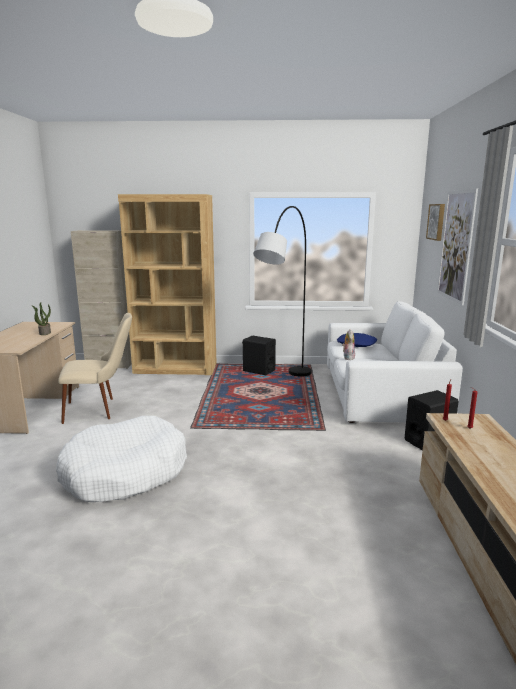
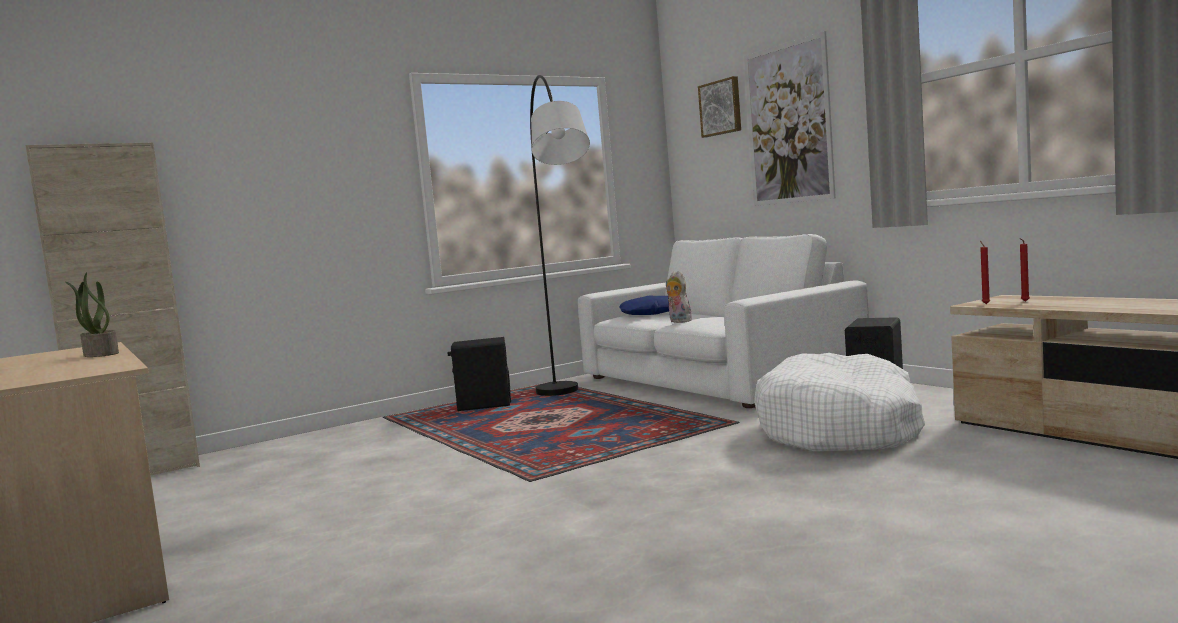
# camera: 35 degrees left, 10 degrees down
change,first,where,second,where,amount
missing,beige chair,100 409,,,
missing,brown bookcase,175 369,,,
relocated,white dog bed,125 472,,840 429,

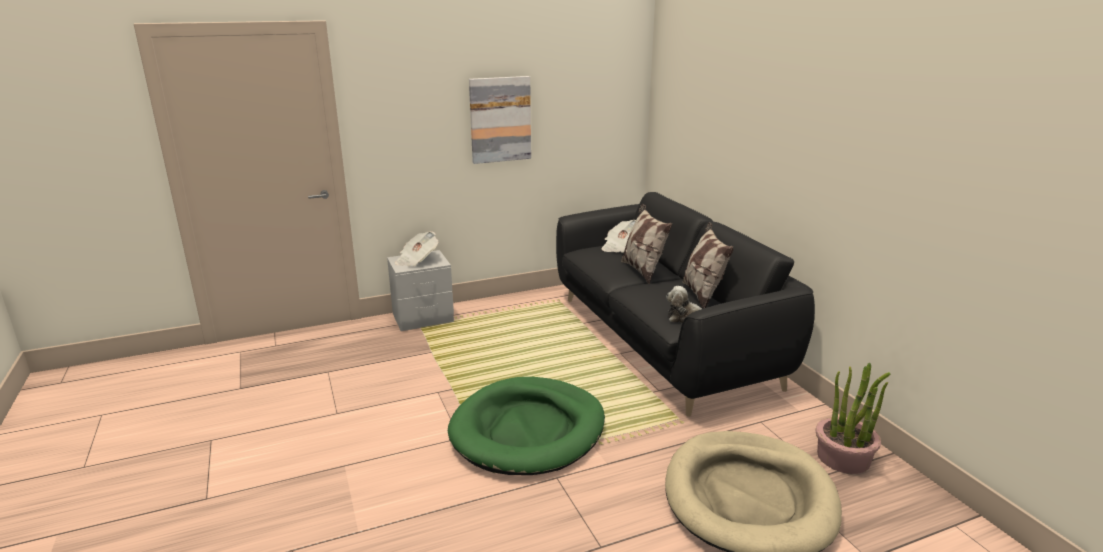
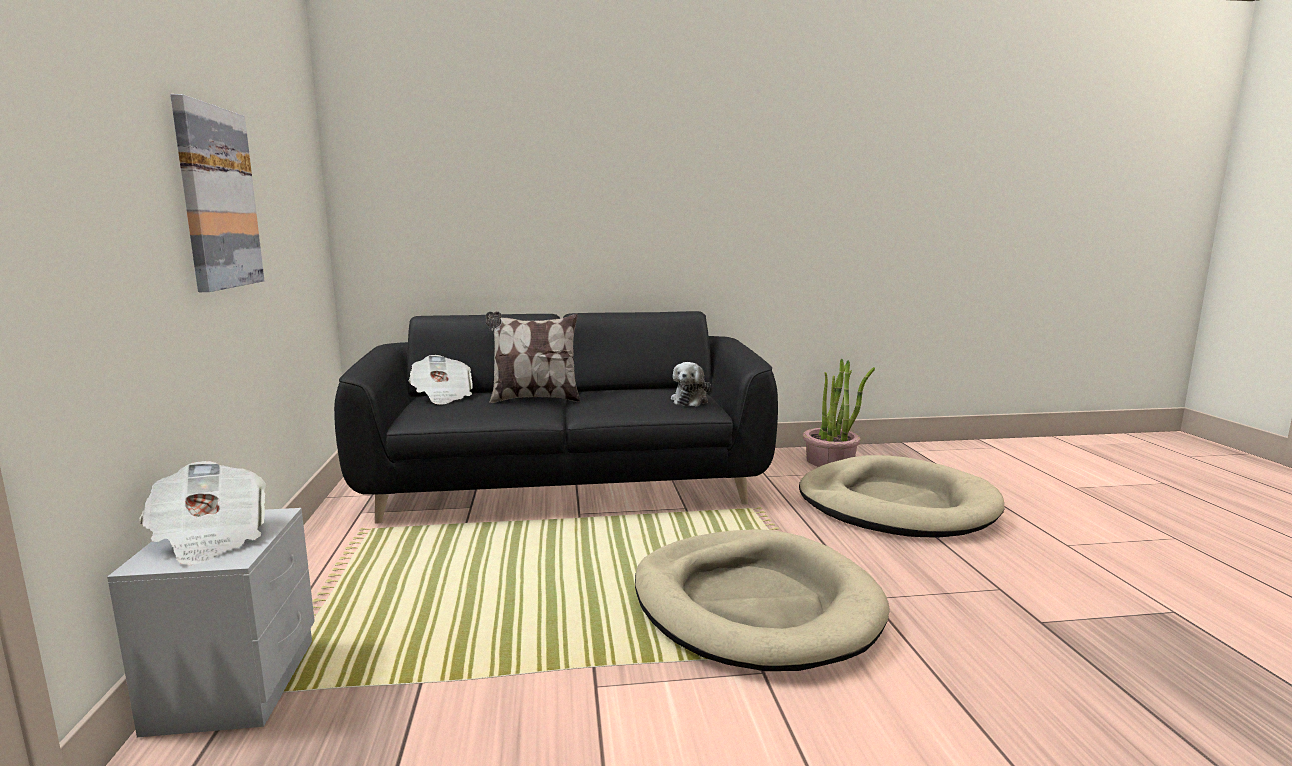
# camera: 75 degrees left, 10 degrees down
change,first,where,second,where,amount
missing,pillow,702 295,,,
colour,green dog bed,528 430,beige dog bed,754 605,

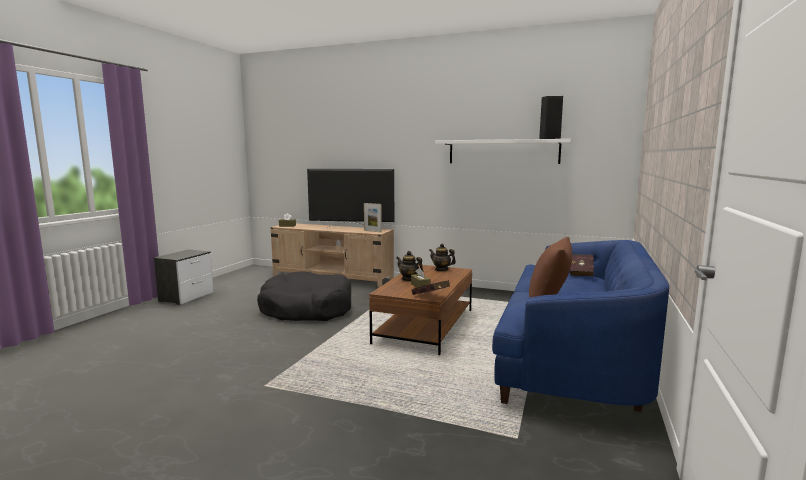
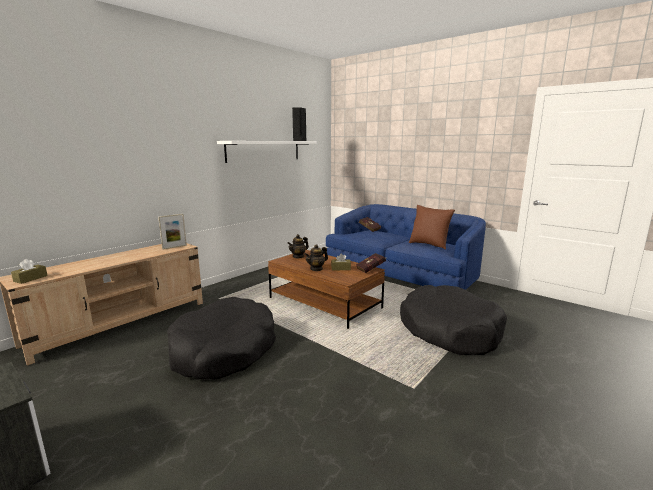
# camera: 70 degrees left, 5 degrees up
change,first,where,second,where,amount
missing,television,351 228,,,
appeared,,,black dog bed,449 330,

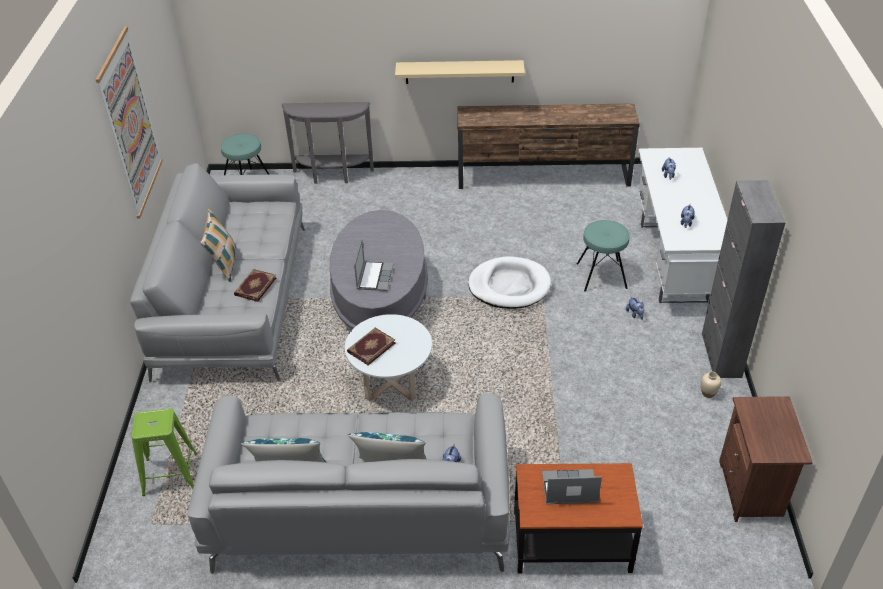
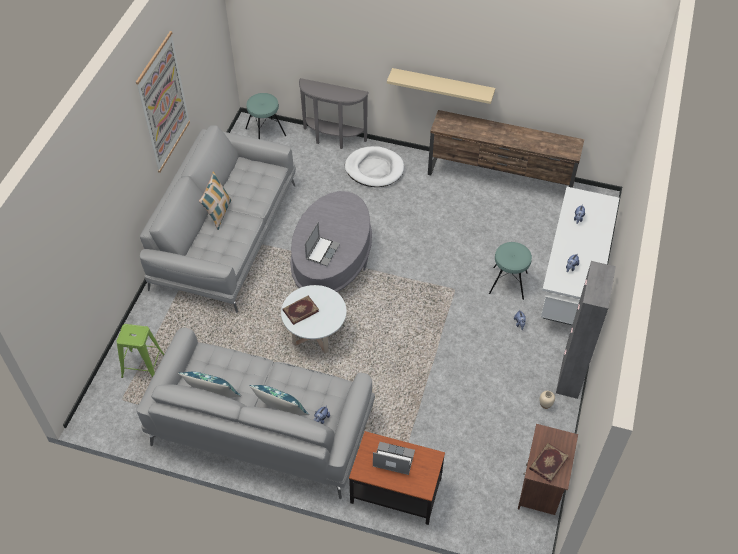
# camera: 15 degrees right, 10 degrees up
change,first,where,second,where,amount
relocated,book,255 286,,548 463,
relocated,white dog bed,509 286,,374 169,

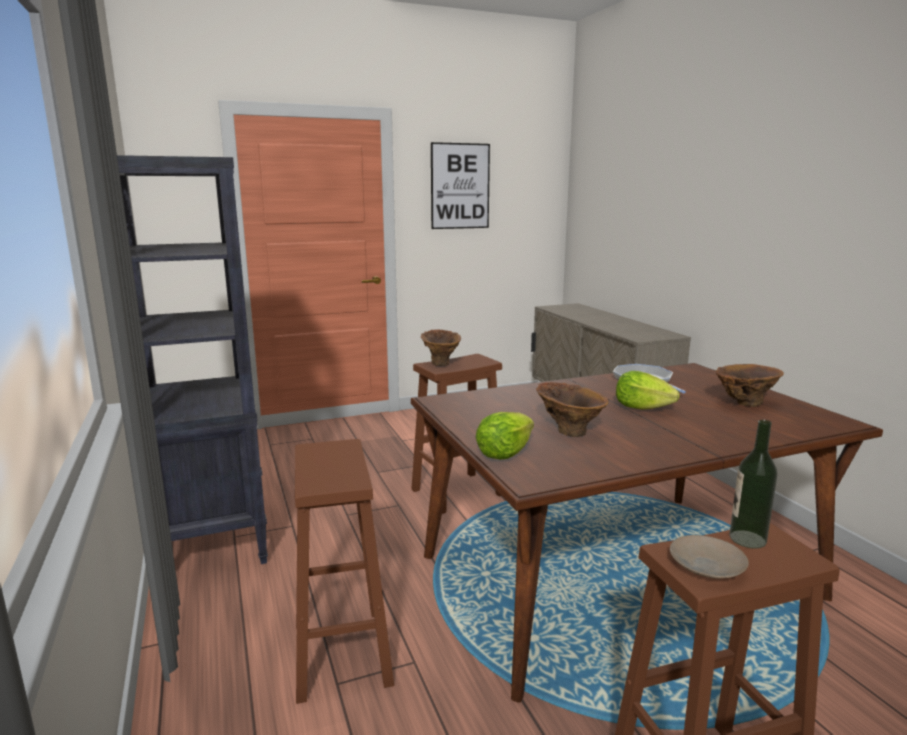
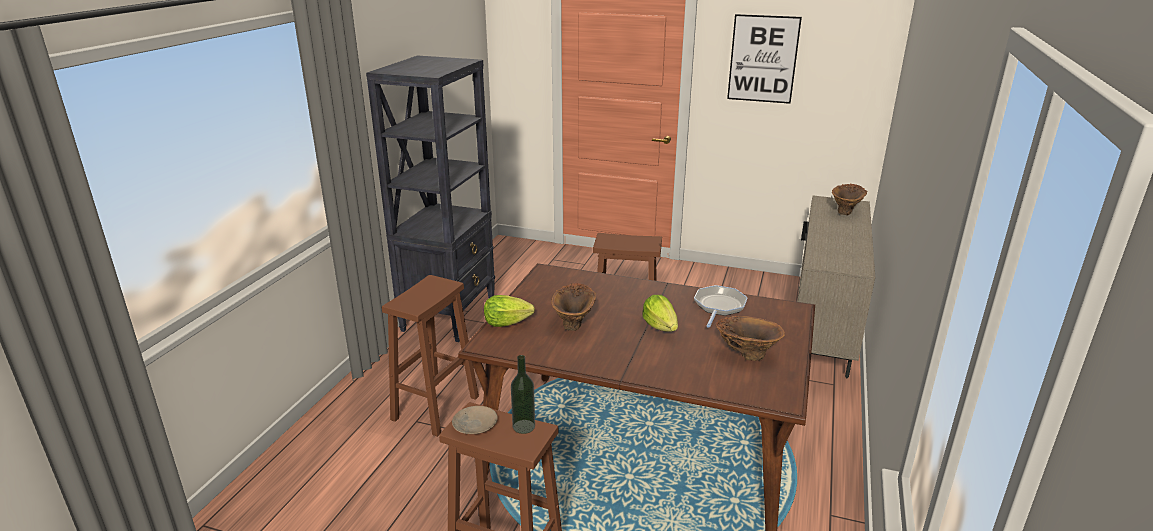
# camera: 40 degrees right, 10 degrees up
change,first,where,second,where,amount
relocated,brown vase,441 362,,846 211,

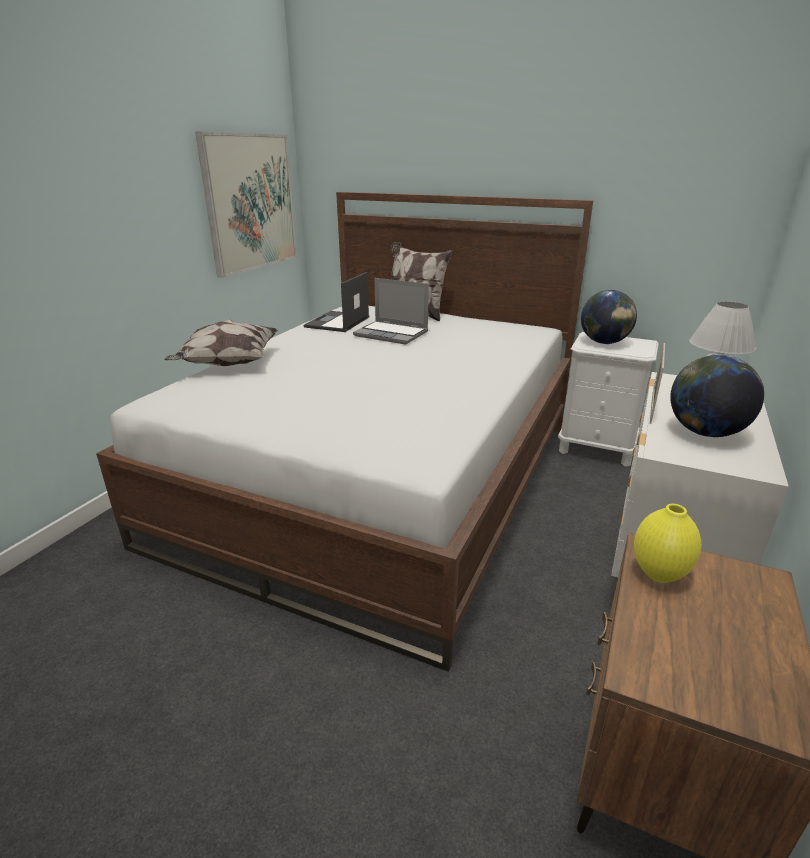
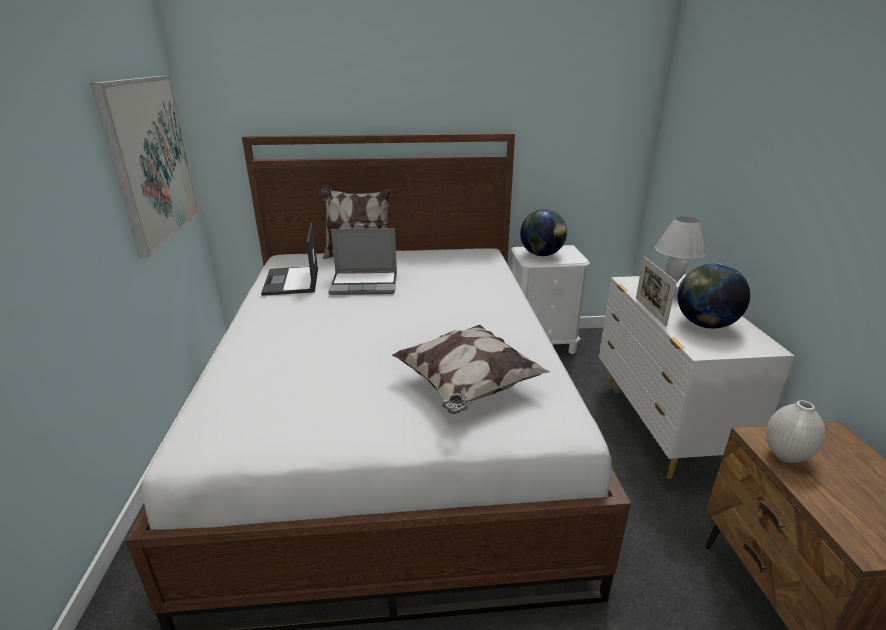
# camera: 30 degrees left, 0 degrees up
change,first,where,second,where,amount
relocated,pillow,228 364,,467 387,
colour,yellow vase,659 575,white vase,786 456,

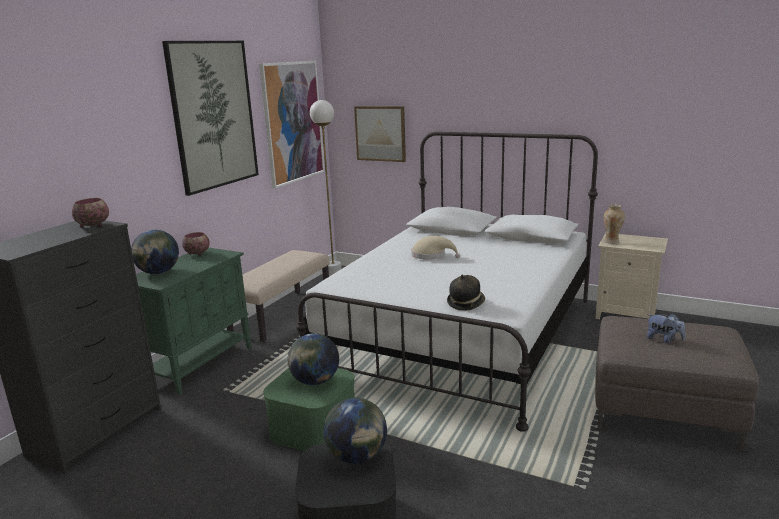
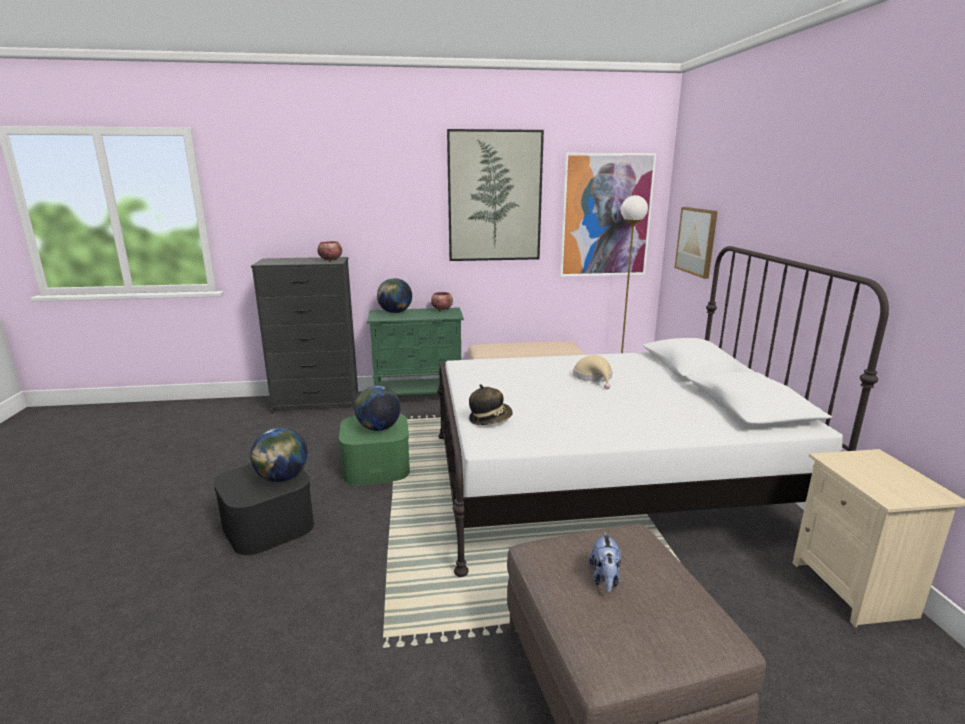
# camera: 55 degrees right, 0 degrees up
change,first,where,second,where,amount
missing,vase,612 242,,,

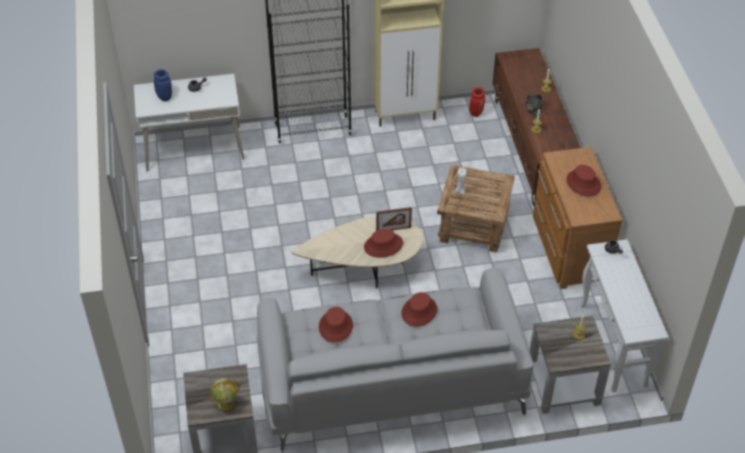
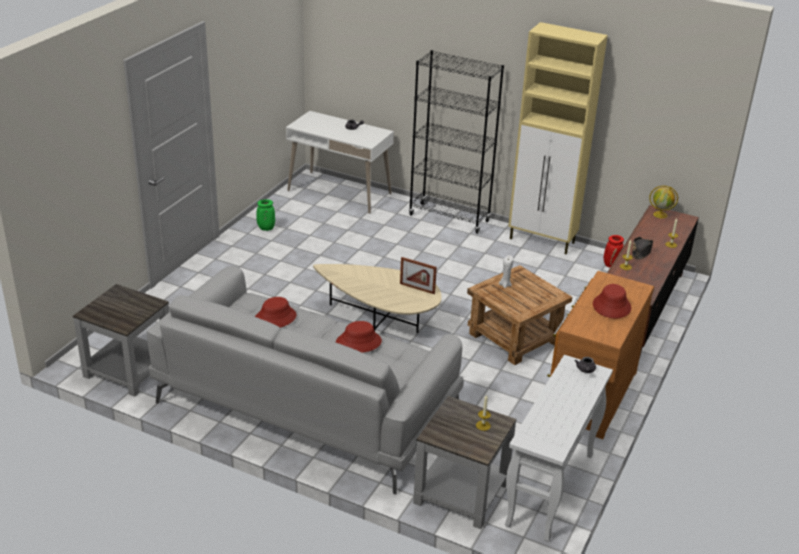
# camera: 35 degrees right, 15 degrees down
change,first,where,second,where,amount
missing,blue vase,164 97,,,
missing,red hat,383 245,,,
appeared,,,green vase,265 228,
relocated,globe,226 403,,660 215,

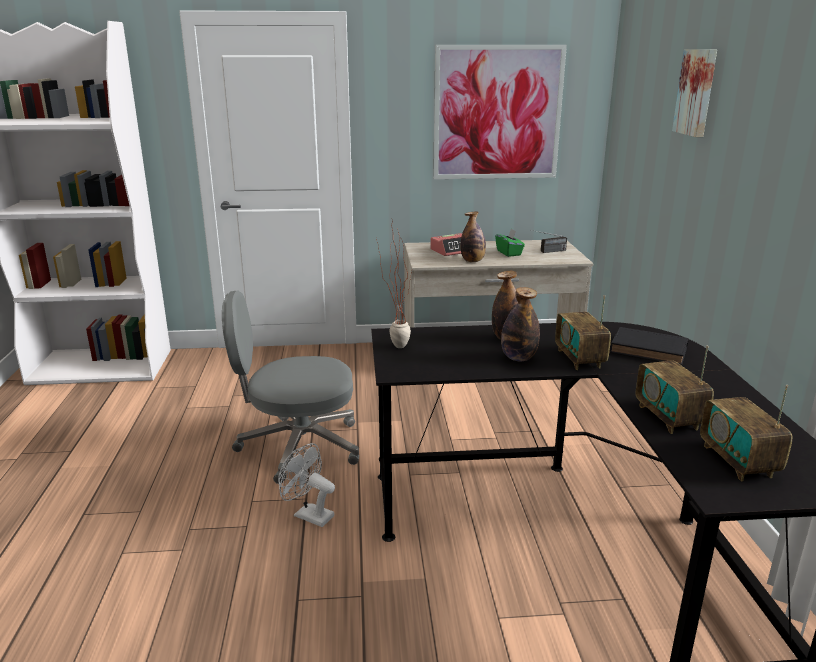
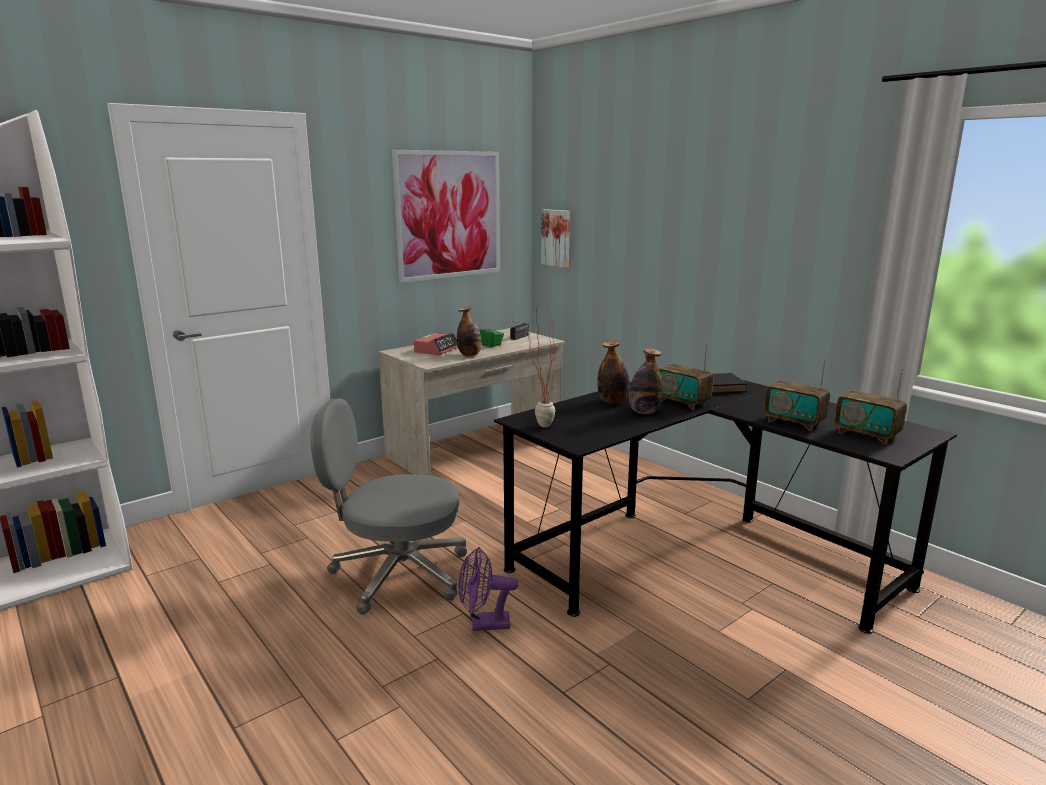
# camera: 35 degrees left, 5 degrees down
change,first,where,second,where,amount
relocated,picture,697 92,,556 238,
colour,white fan,308 515,purple fan,484 624,
spun,grey office chair,298 446,,397 574,45 degrees clockwise

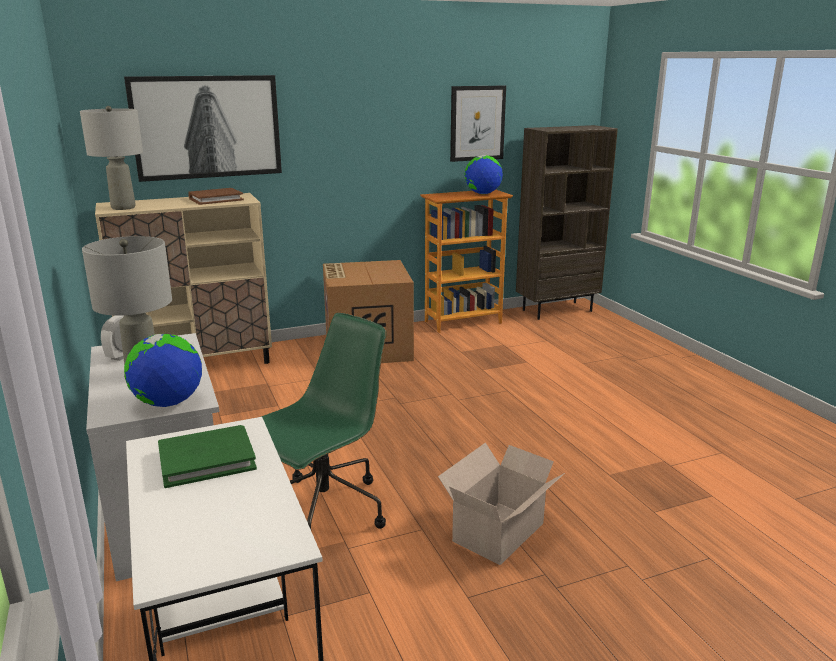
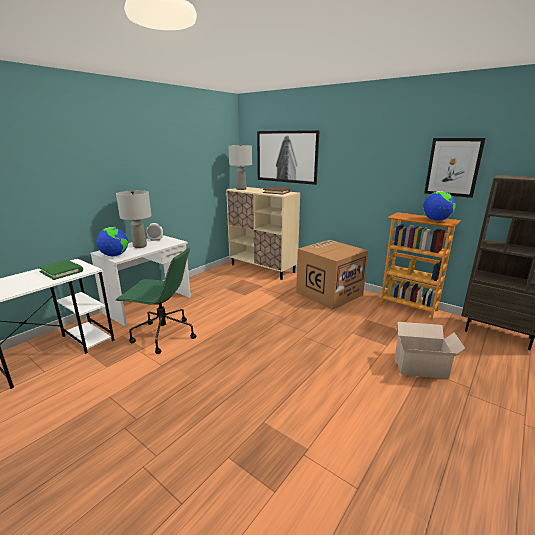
# camera: 60 degrees right, 0 degrees up
change,first,where,second,where,amount
relocated,cardboard box,500 531,,422 367,

